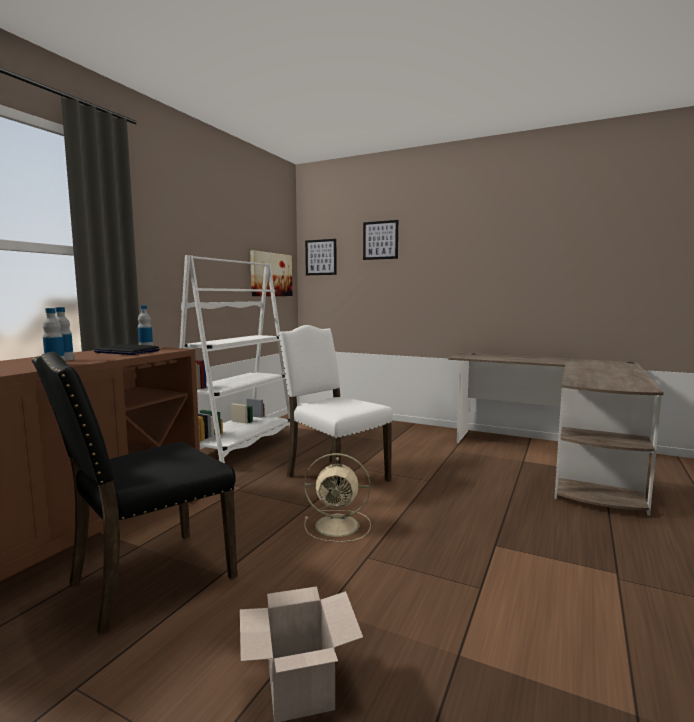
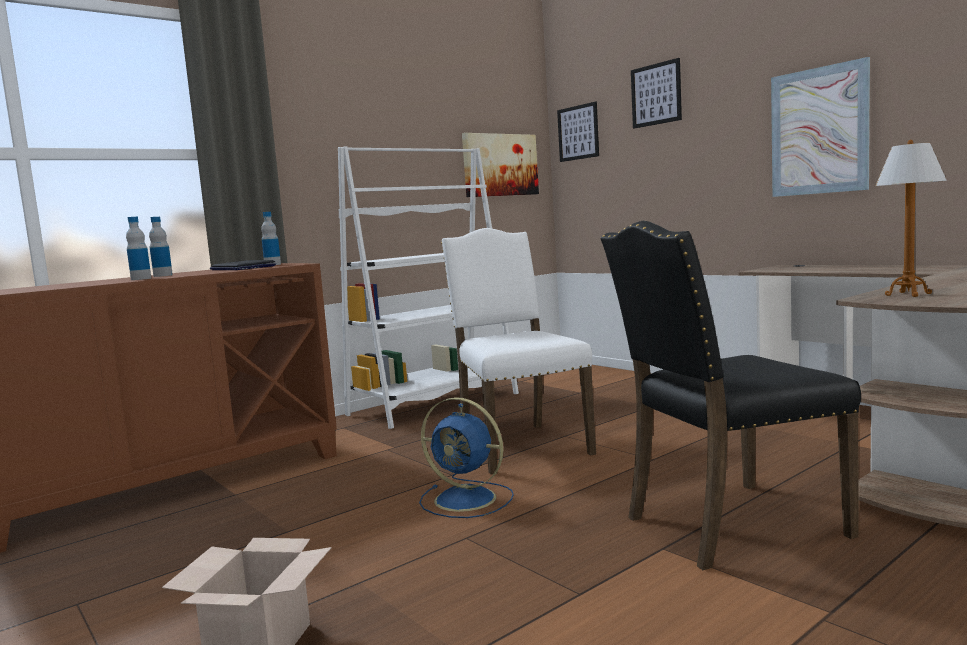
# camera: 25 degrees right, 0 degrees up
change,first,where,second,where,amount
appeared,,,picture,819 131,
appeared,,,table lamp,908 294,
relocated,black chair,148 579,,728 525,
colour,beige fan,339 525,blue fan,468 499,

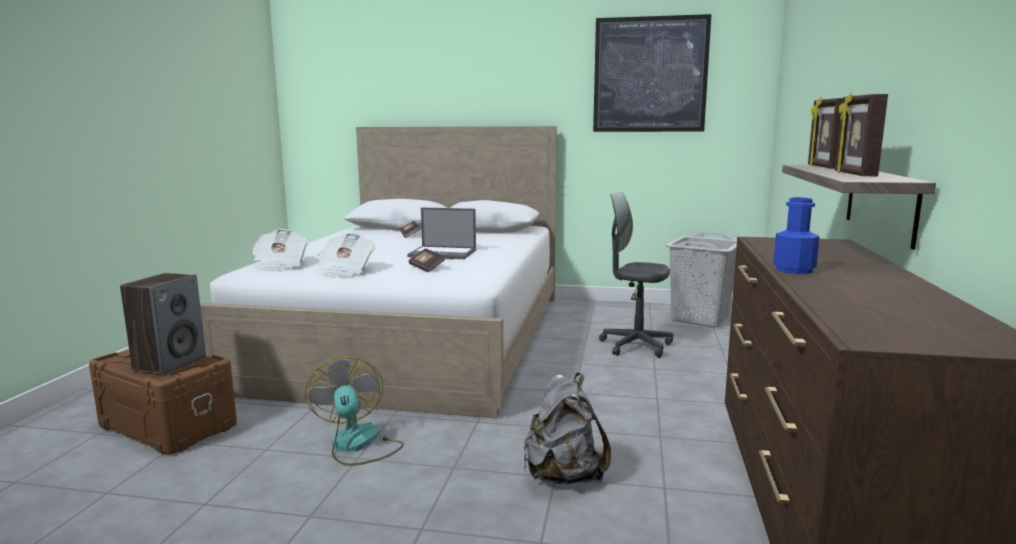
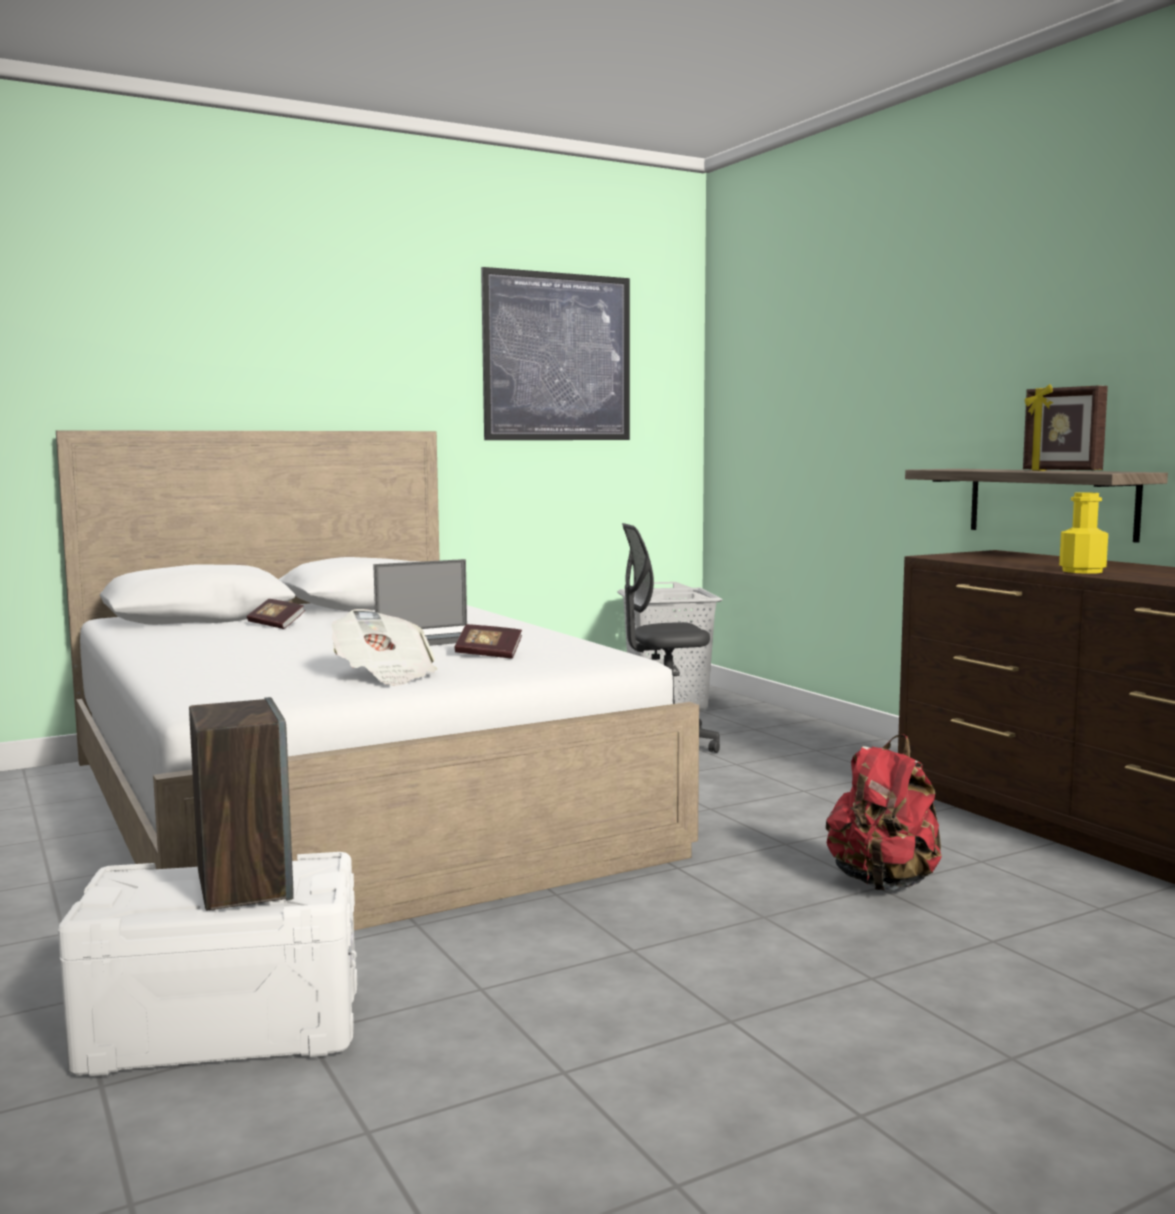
# camera: 40 degrees left, 5 degrees down
change,first,where,second,where,amount
missing,newspaper,280 265,,,
missing,fan,357 445,,,
missing,picture frame,823 167,,,
colour,brown storage box,169 425,white storage box,223 1025,
colour,grey backpack,563 476,red backpack,883 883,
colour,blue bottle,794 270,yellow bottle,1082 571,

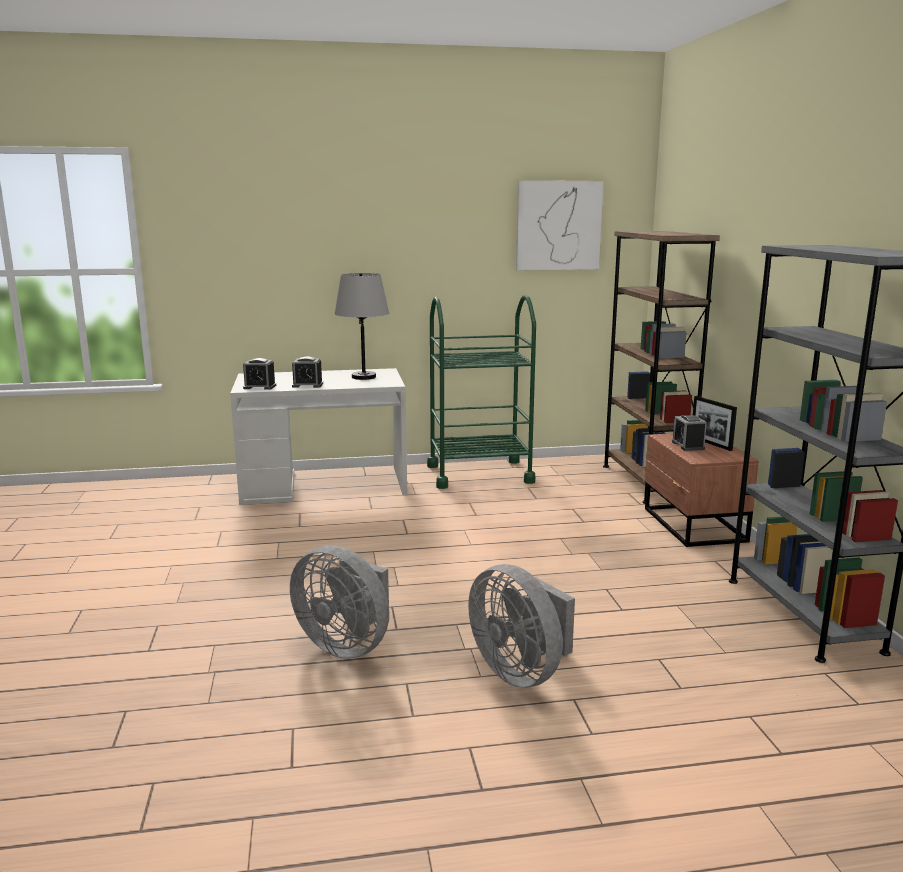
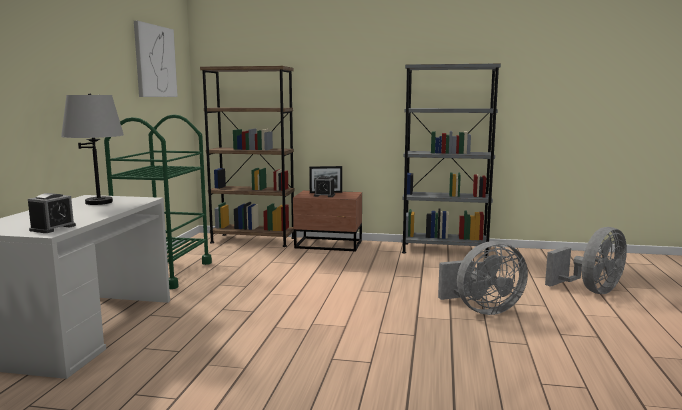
# camera: 70 degrees left, 5 degrees down
change,first,where,second,where,amount
missing,alarm clock,307 385,,,
relocated,grey fan,347 645,,591 291,

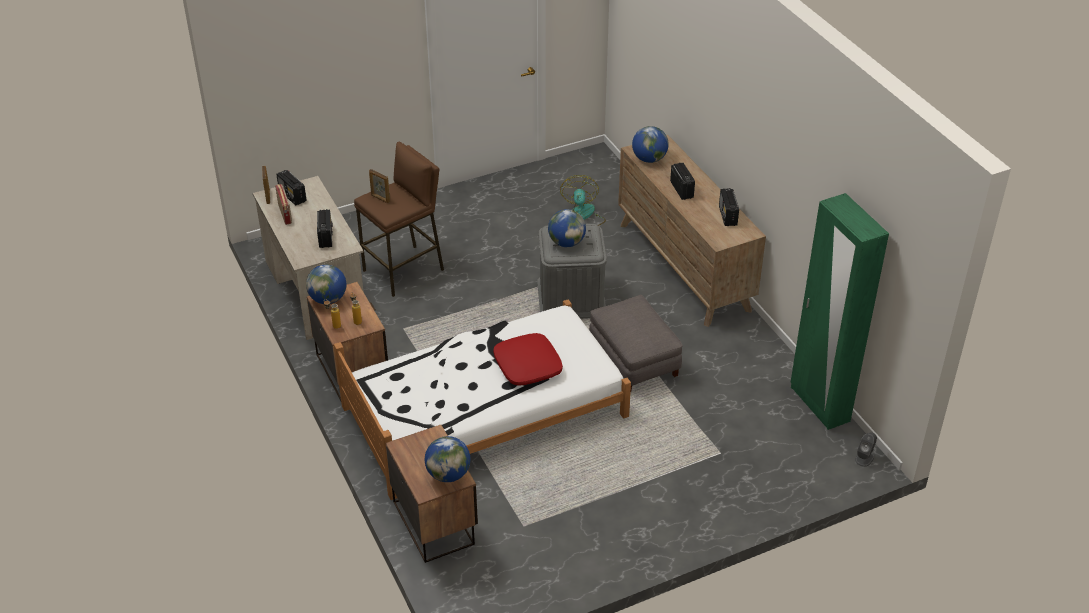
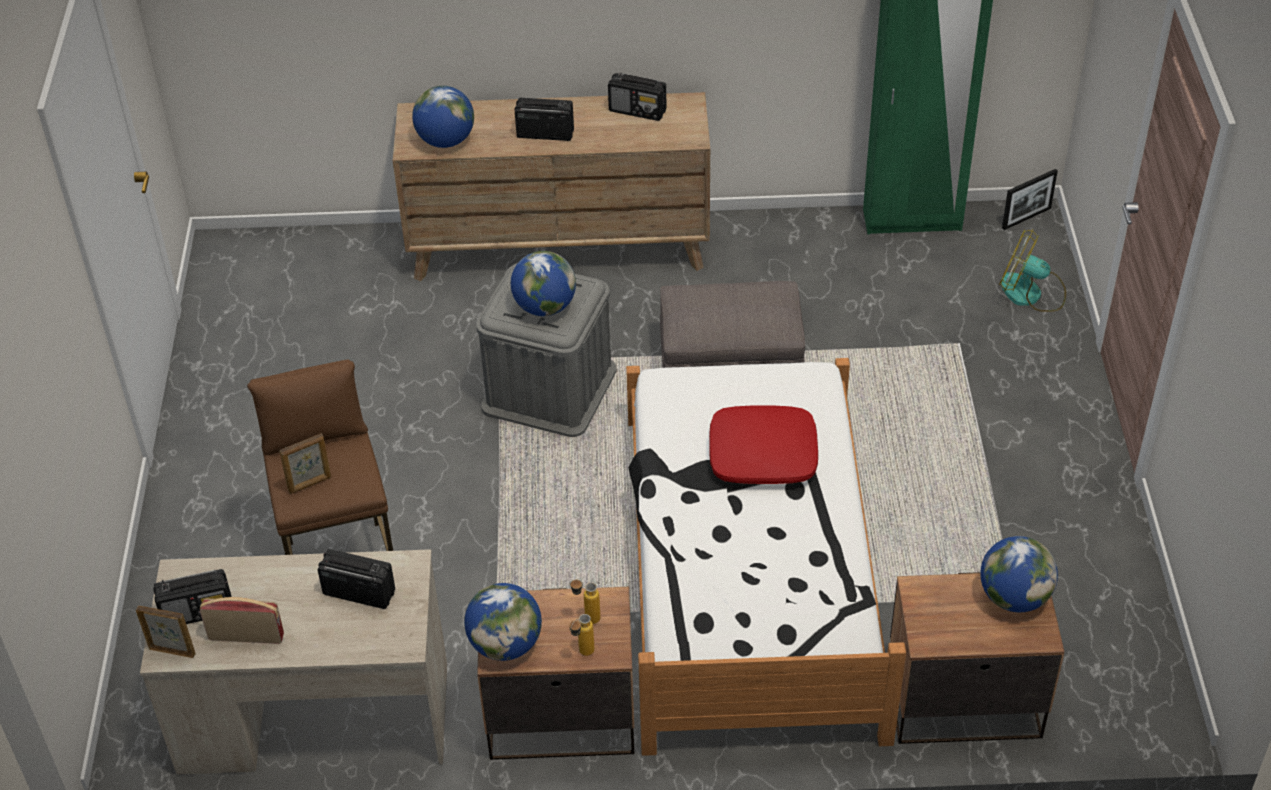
# camera: 65 degrees left, 5 degrees up
change,first,where,second,where,amount
relocated,fan,583 216,,1030 293,
exchanged,grey speaker,864 458,picture frame,1026 218,

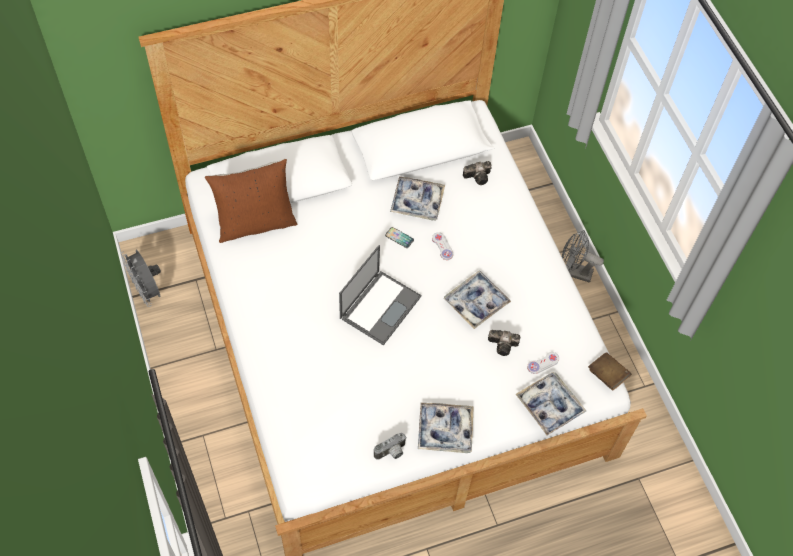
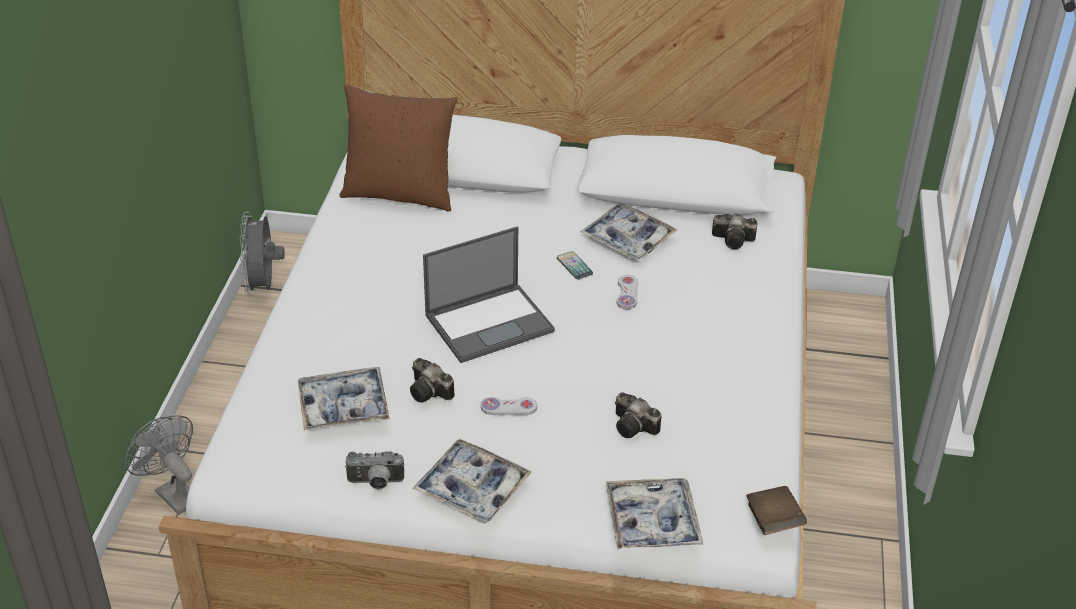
# camera: 30 degrees right, 20 degrees down
change,first,where,second,where,amount
appeared,,,photo camera,431 392,
relocated,tray,476 302,,343 406,
relocated,white game controller,543 363,,508 407,
relocated,grey fan,574 272,,172 493,

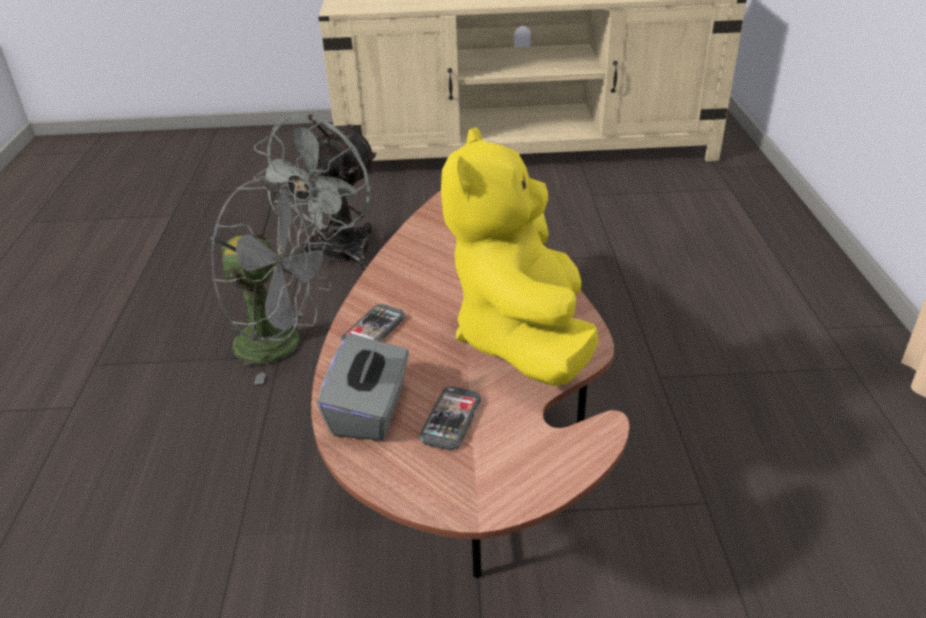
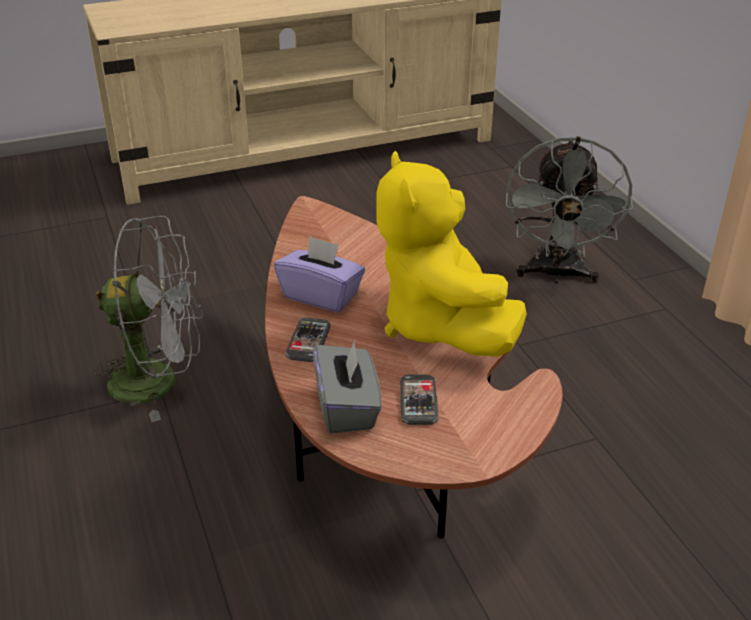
# camera: 20 degrees left, 0 degrees up
change,first,where,second,where,amount
appeared,,,purple tissue box,321 296,
relocated,grey fan,337 257,,556 274,

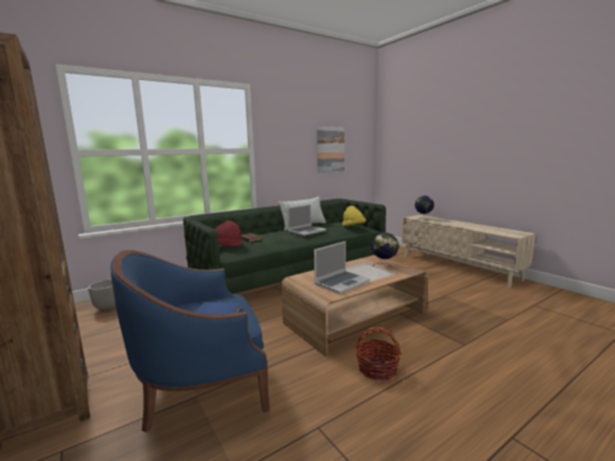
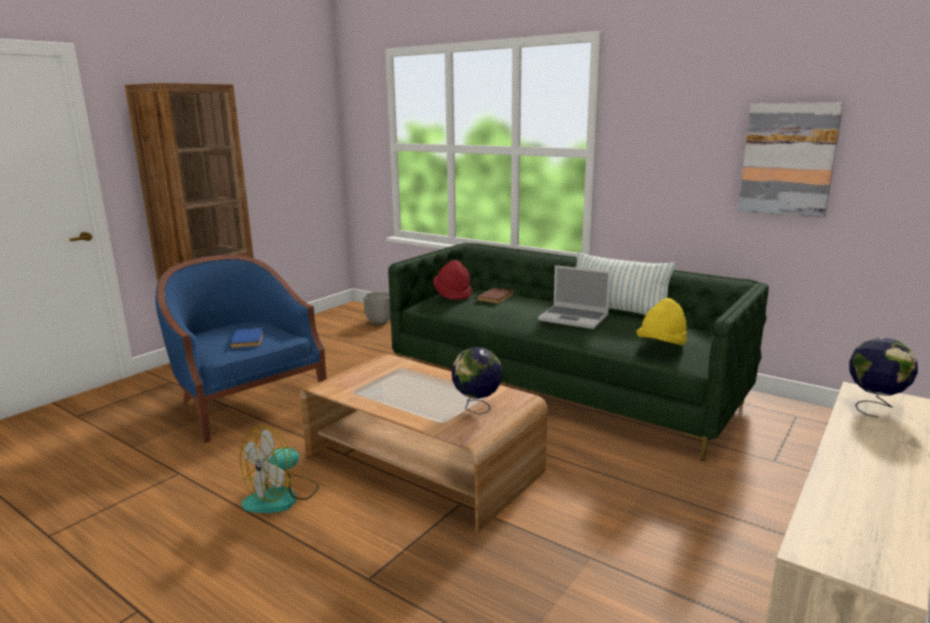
# camera: 70 degrees right, 5 degrees up
change,first,where,second,where,amount
missing,laptop,342 282,,,
exchanged,basket,377 369,fan,281 497,

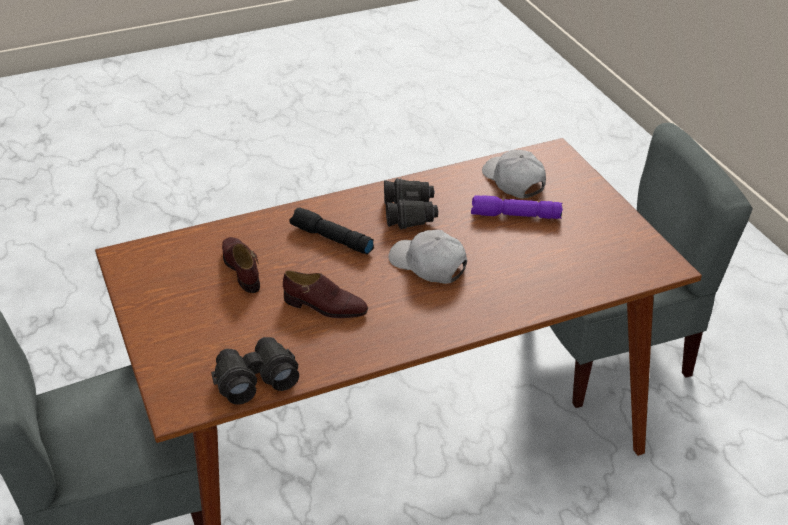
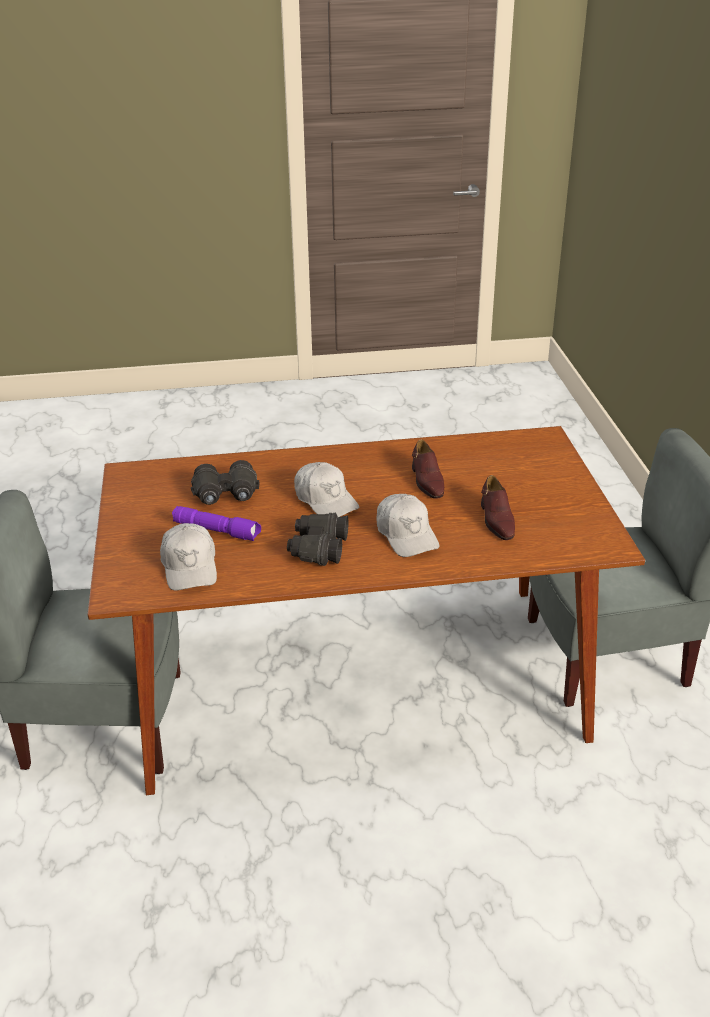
# camera: 165 degrees left, 5 degrees down
change,first,where,second,where,amount
relocated,black binoculars,255 379,,226 495,
exchanged,black flashlight,331 239,white cap,406 534,
spun,brown shoe,325 307,,427 481,135 degrees counterclockwise

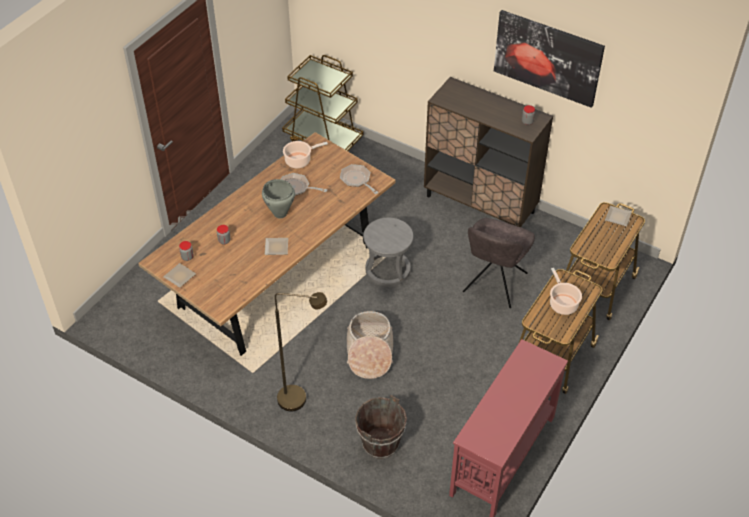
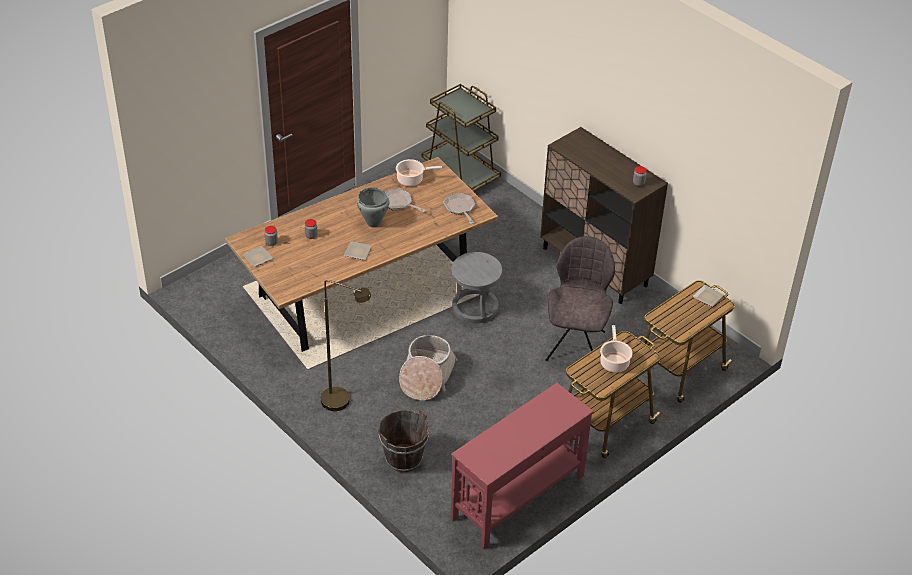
# camera: 15 degrees right, 5 degrees down
change,first,where,second,where,amount
missing,picture,547 57,,,
spun,grey chair,494 284,,576 344,150 degrees clockwise

